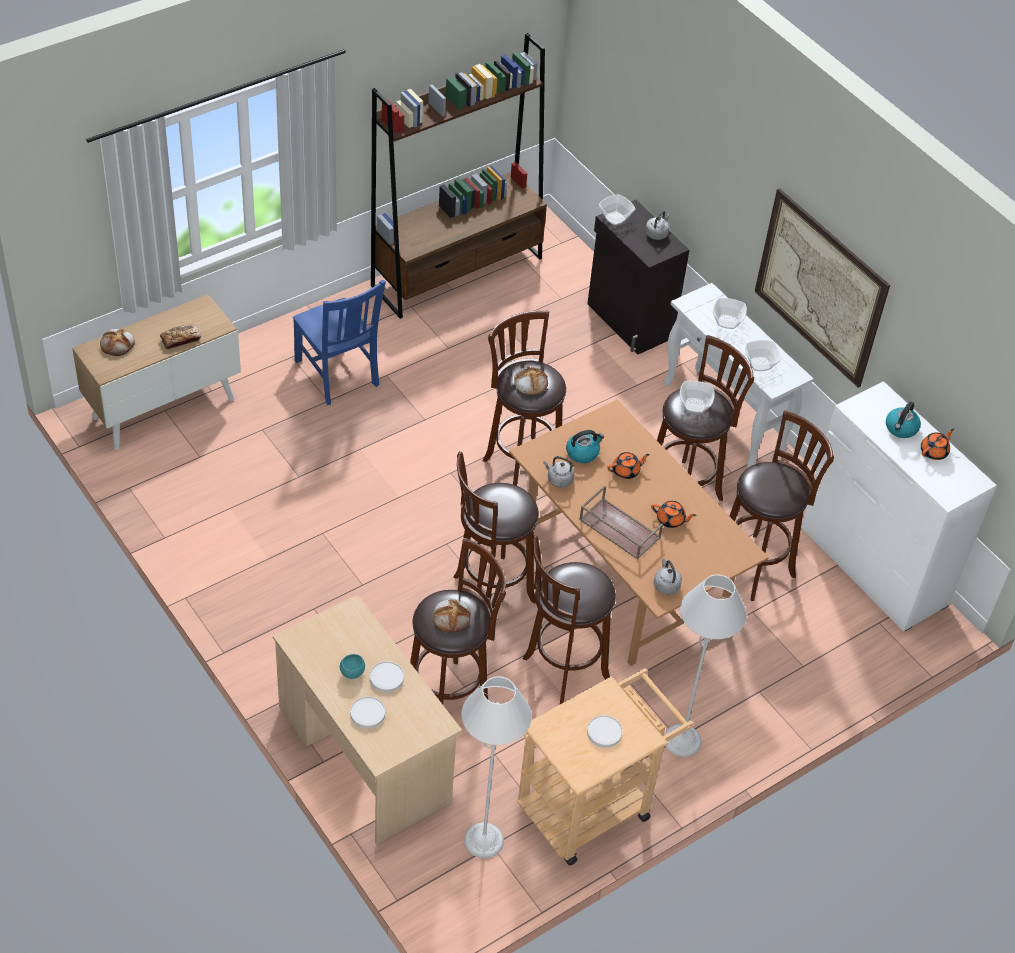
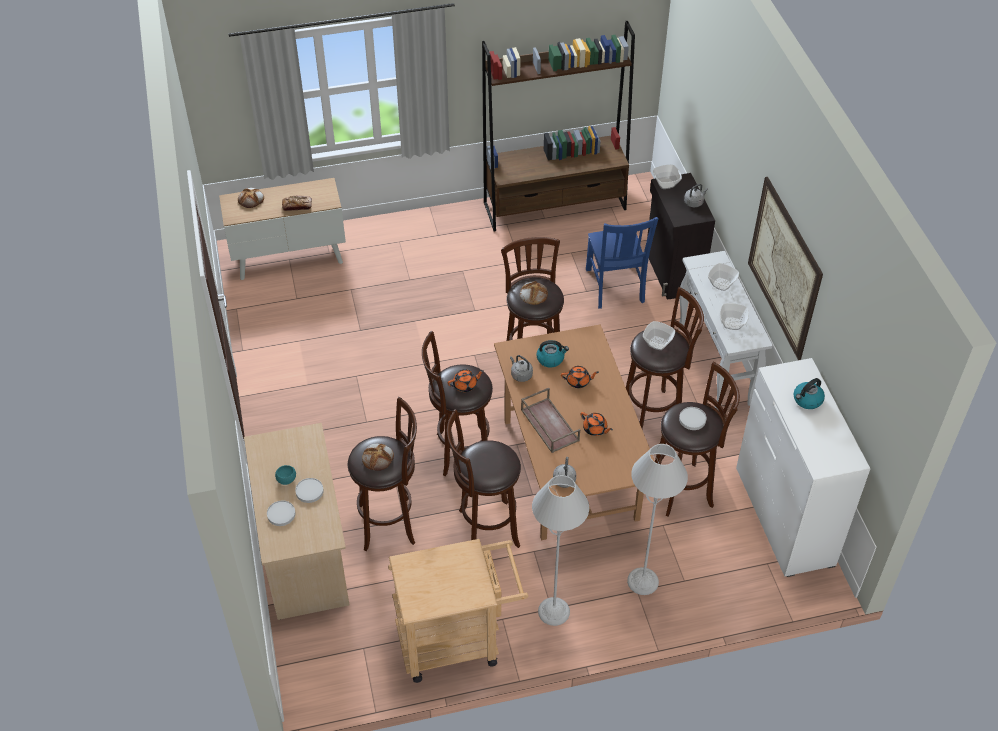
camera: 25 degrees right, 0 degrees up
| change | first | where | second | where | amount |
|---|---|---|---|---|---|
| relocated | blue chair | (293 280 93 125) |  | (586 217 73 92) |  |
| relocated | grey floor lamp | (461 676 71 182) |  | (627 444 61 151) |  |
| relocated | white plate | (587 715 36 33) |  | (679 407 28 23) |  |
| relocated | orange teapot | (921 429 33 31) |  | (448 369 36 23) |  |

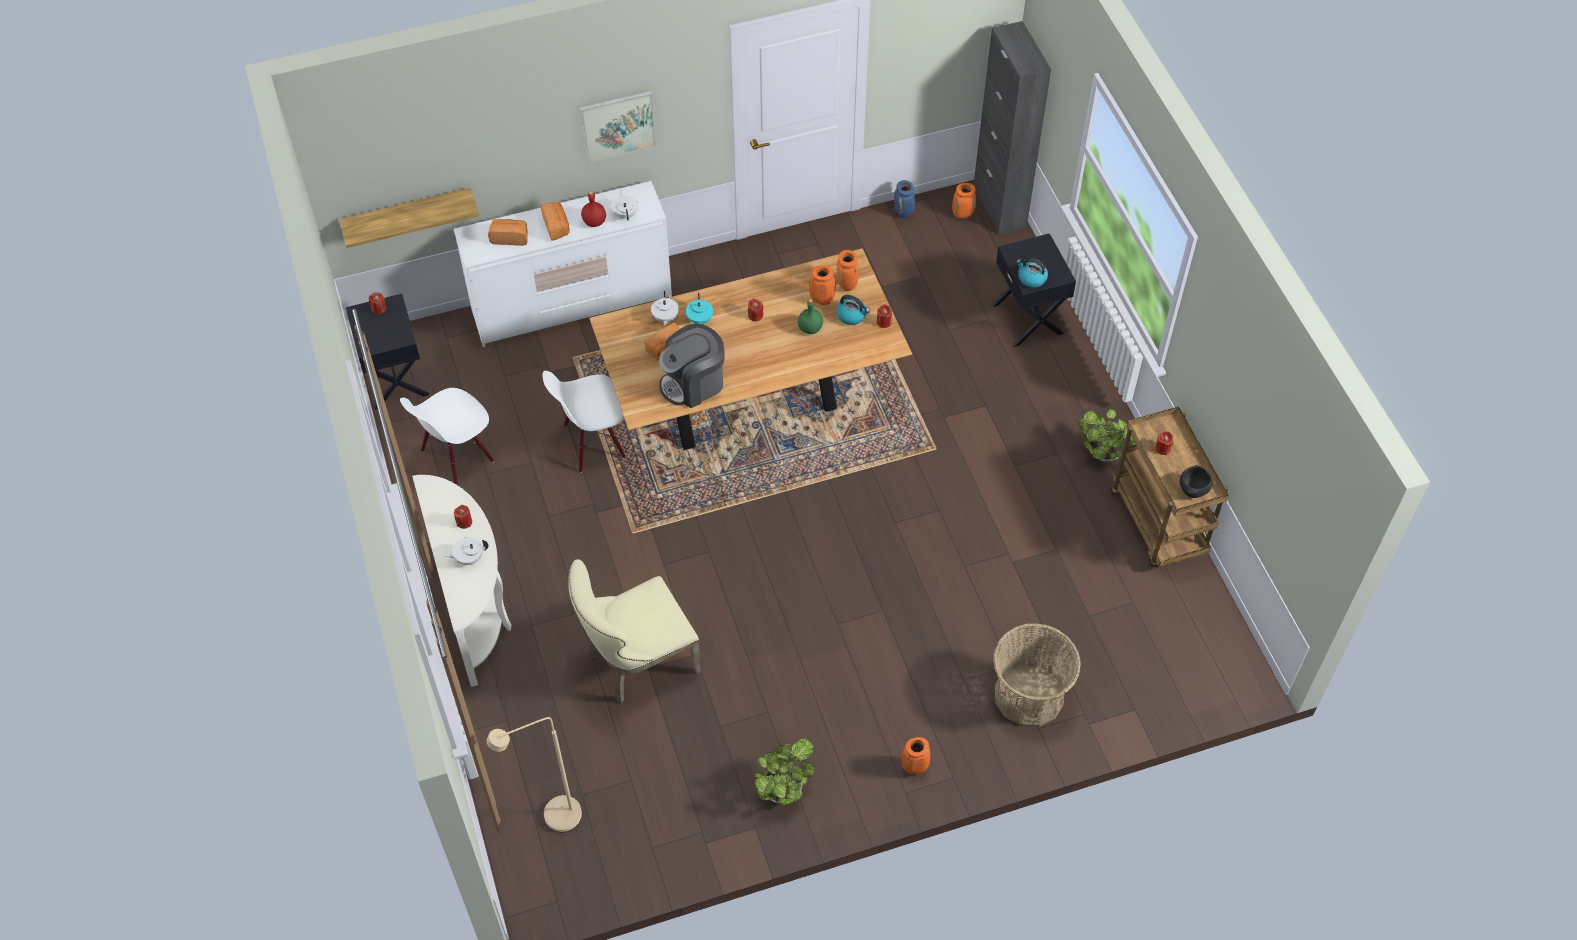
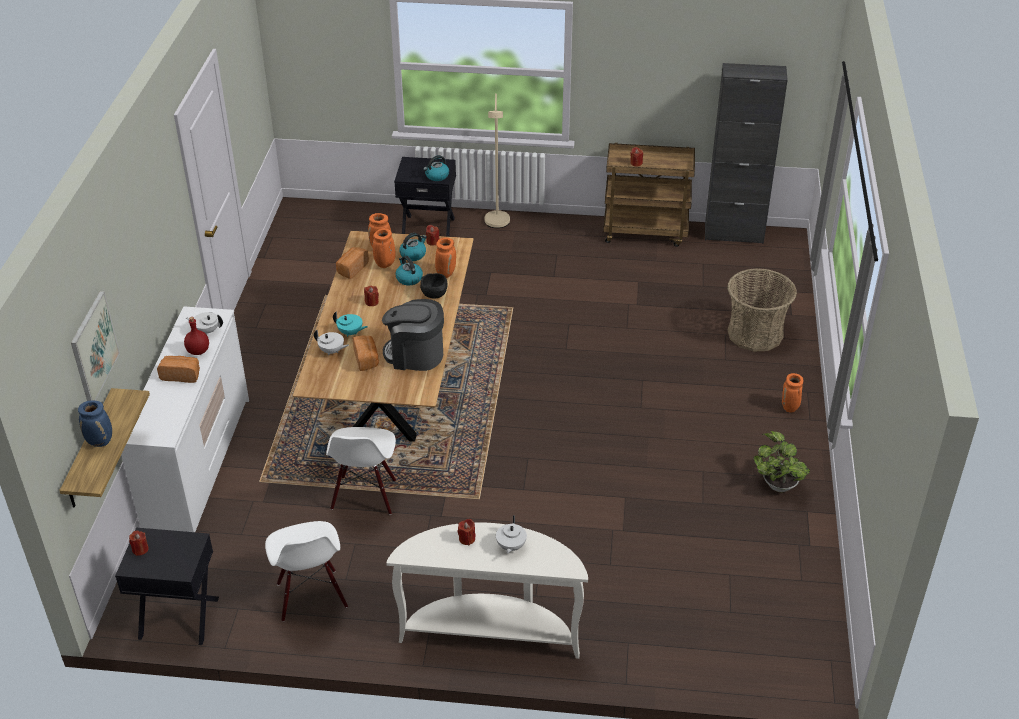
camera: 65 degrees left, 15 degrees down
| change | first | where | second | where | amount |
|---|---|---|---|---|---|
| relocated | beige floor lamp | (486 717 96 115) |  | (485 94 25 134) |  |
| relocated | bread | (488 219 40 27) |  | (336 247 33 32) |  |
| missing | beige chair | (568 559 133 144) |  |  |  |
| relocated | picture | (579 91 78 72) |  | (71 291 49 110) |  |
| spun | coffee machine | (659 323 65 85) |  | (382 299 62 72) | 105 degrees clockwise |
| exchanged | green bottle | (798 299 25 35) | kettle | (395 256 28 29) |  |
| relocated | blue vase | (894 180 21 38) |  | (78 400 34 47) |  |
| relocated | orange vase | (952 183 24 36) |  | (435 237 21 41) |  |
| relocated | black cabinet | (974 21 77 213) |  | (705 63 83 181) |  |
| missing | potted plant | (1079 409 57 53) |  |  |  |
| relocated | black bowl | (1180 465 32 33) |  | (420 273 27 26) |  |

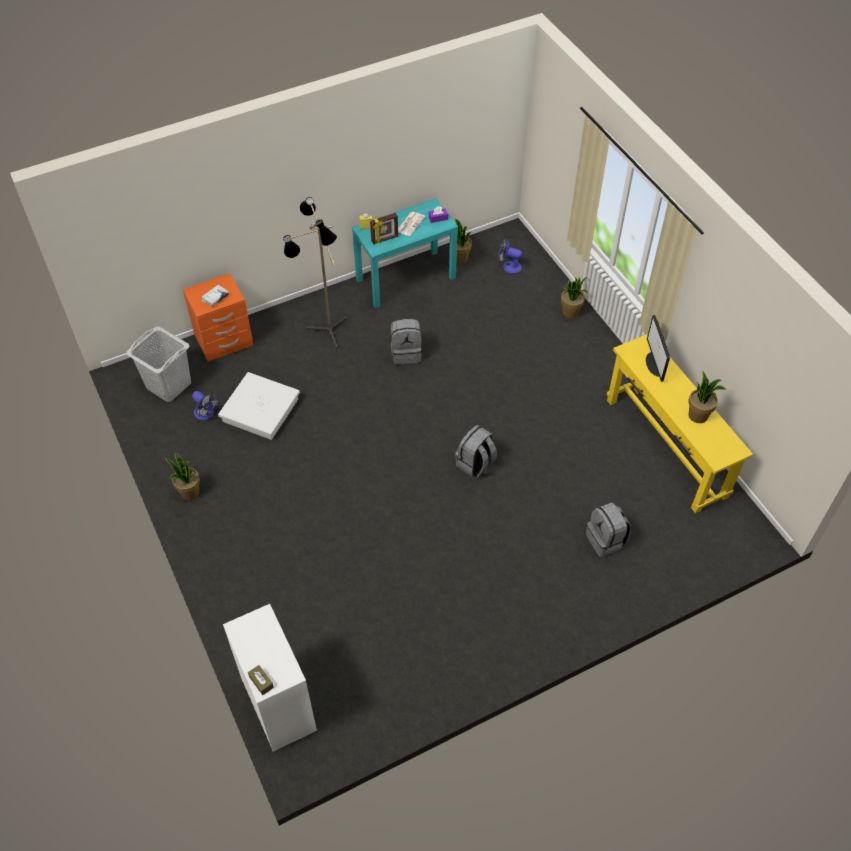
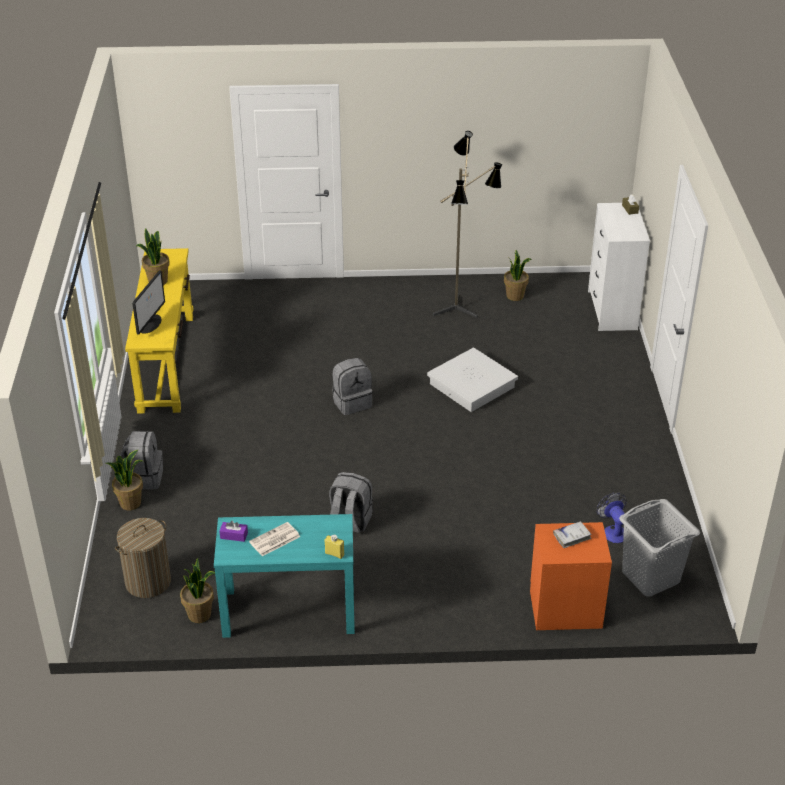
camera: 155 degrees left, 15 degrees down
| change | first | where | second | where | amount |
|---|---|---|---|---|---|
| relocated | potted plant | (165 453 35 47) |  | (504 250 28 51) |  |
| relocated | white storage box | (218 372 82 68) |  | (427 347 91 65) |  |
| relocated | floor lamp | (283 197 64 152) |  | (433 131 69 187) |  |
| missing | picture frame | (370 213 28 31) |  |  |  |
| exchanged | fan | (498 238 24 35) | laundry basket | (115 518 56 80) |  |
| relocated | grey backpack | (586 503 45 54) |  | (120 431 43 58) |  |

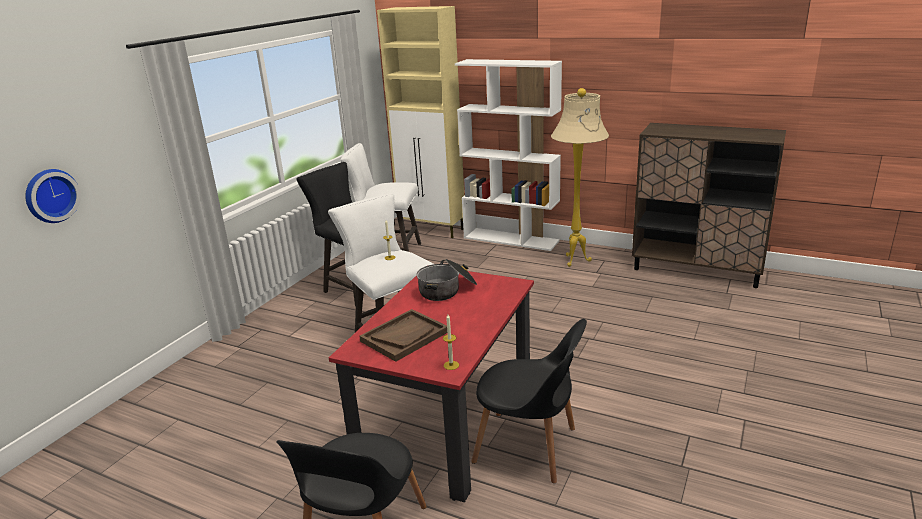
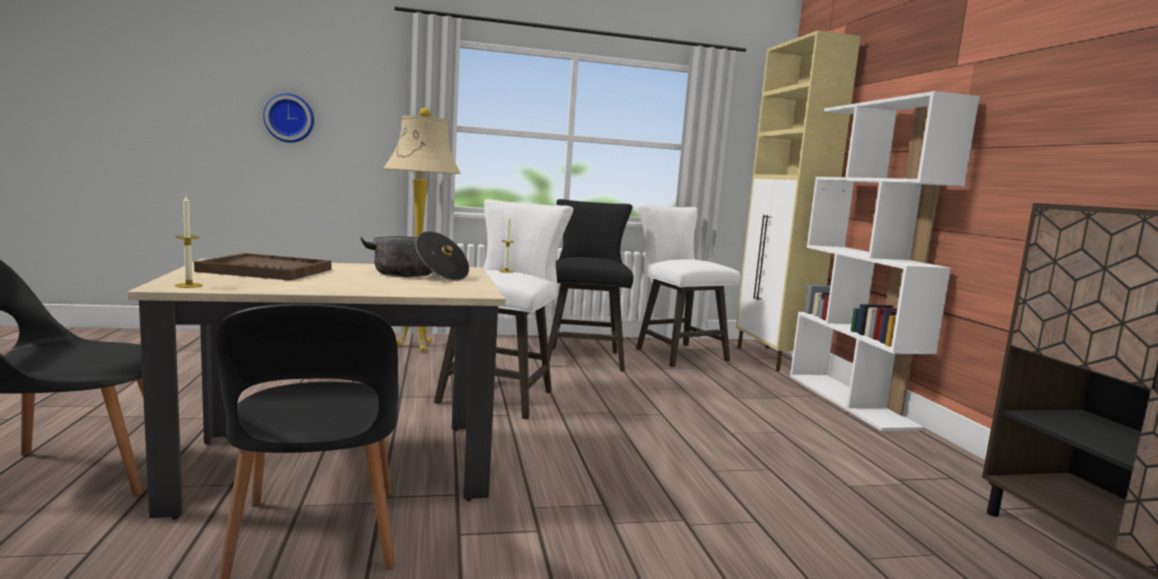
camera: 50 degrees right, 15 degrees down
| change | first | where | second | where | amount |
|---|---|---|---|---|---|
| colour | red dining table | (329 265 205 237) | beige dining table | (127 259 379 261) |  |
| relocated | beige floor lamp | (551 88 58 179) |  | (384 108 77 243) |  |

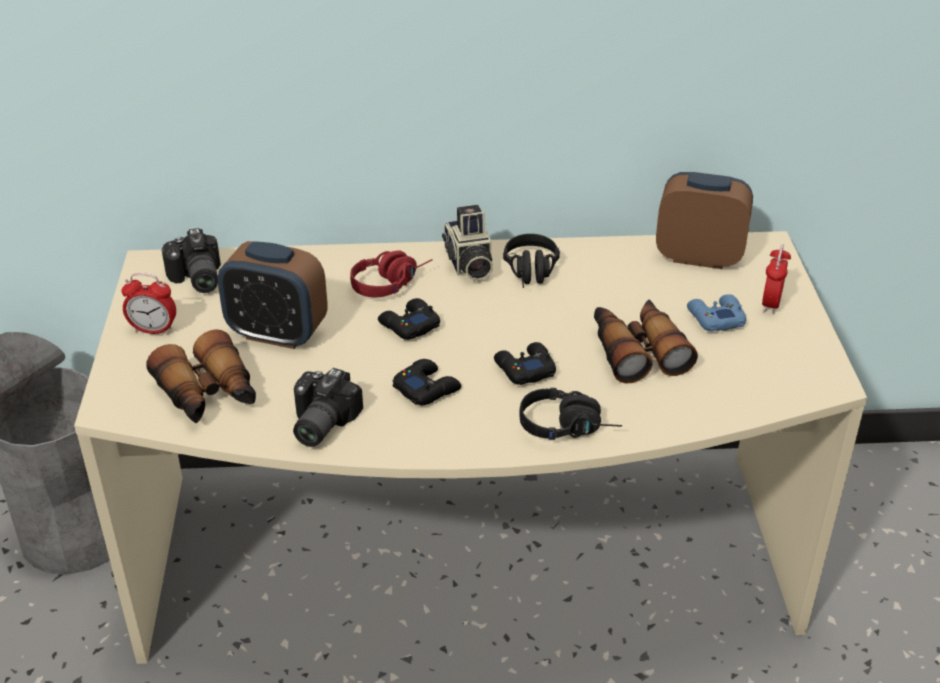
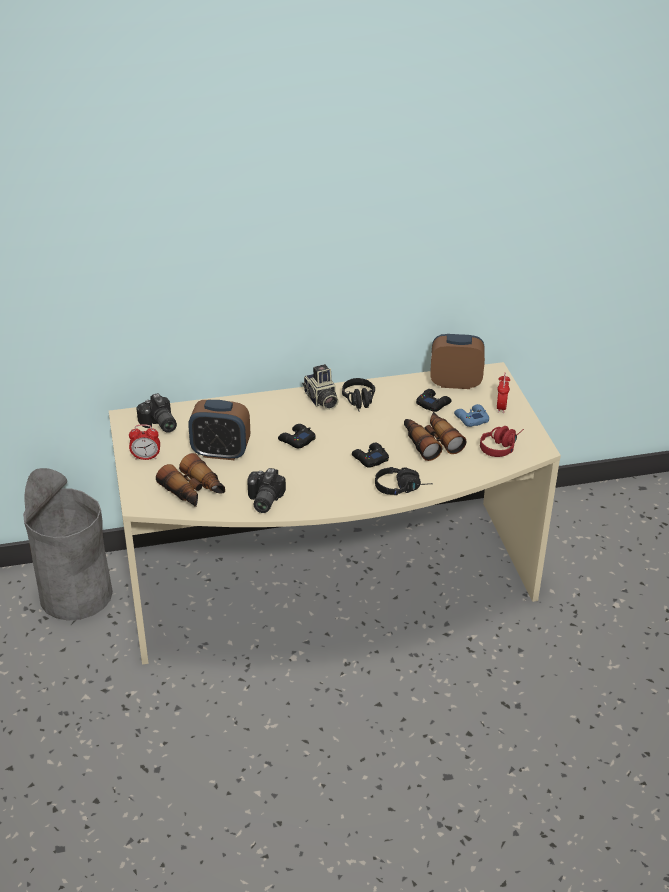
camera: 10 degrees left, 0 degrees up
| change | first | where | second | where | amount |
|---|---|---|---|---|---|
| relocated | red headphones | (350 250 83 47) |  | (480 426 44 31) |  |
| relocated | black game controller | (393 359 68 47) |  | (416 389 36 23) |  |

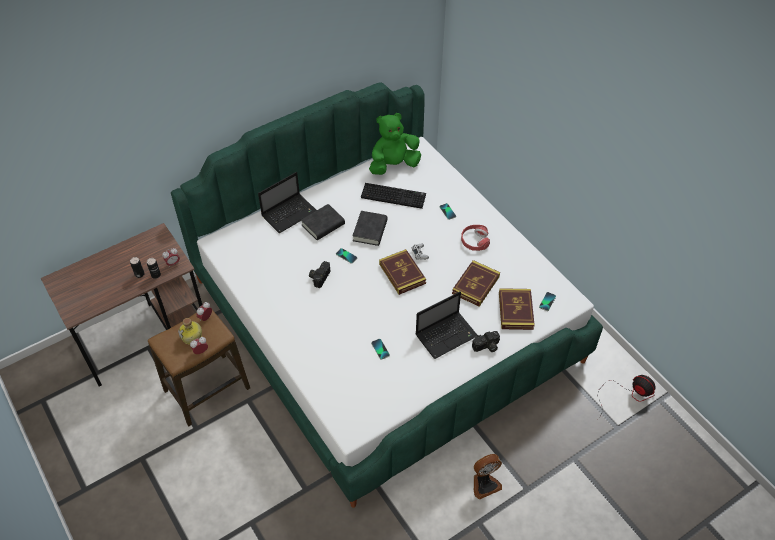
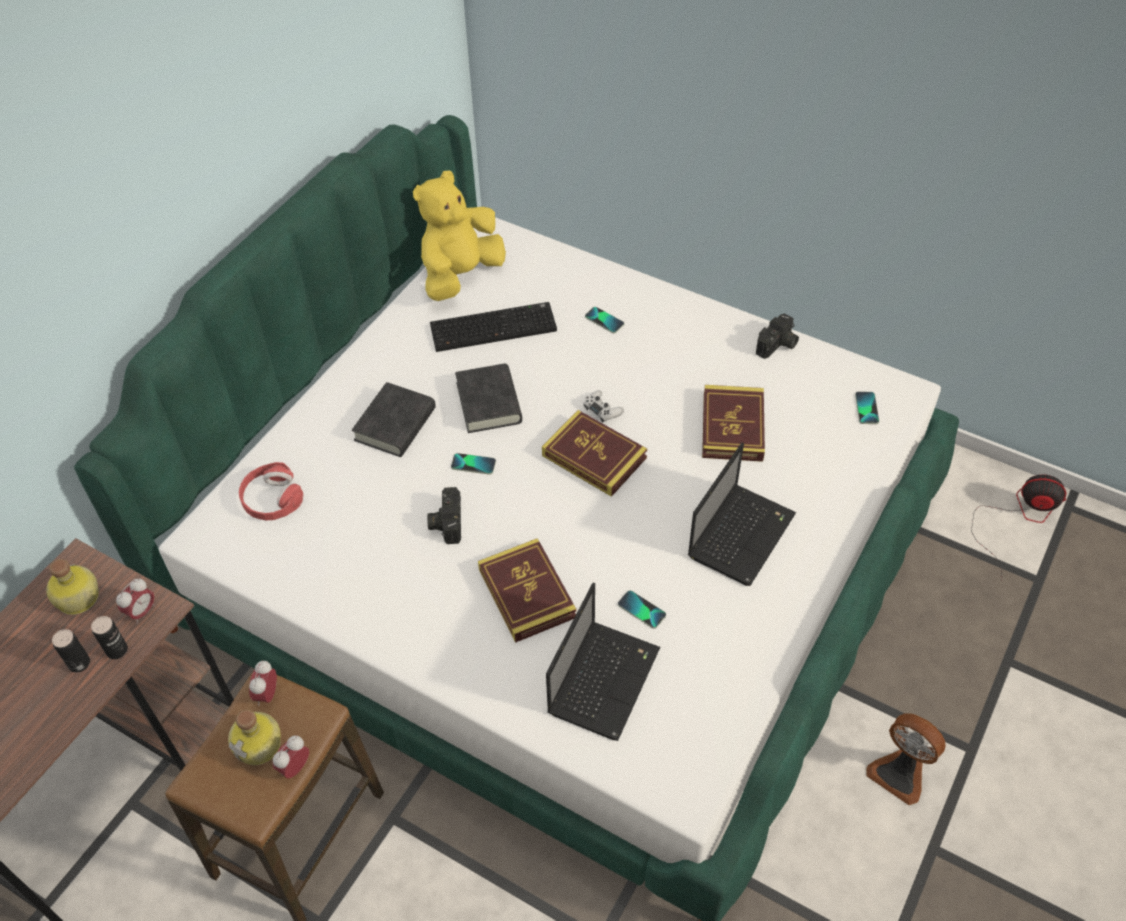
camera: 25 degrees left, 0 degrees up
| change | first | where | second | where | amount |
|---|---|---|---|---|---|
| relocated | laptop | (258 172 59 61) |  | (546 583 114 158) |  |
| colour | green plush toy | (369 113 52 62) | yellow plush toy | (413 170 93 131) |  |
| relocated | red headphones | (461 225 29 26) |  | (239 462 64 58) |  |
| relocated | photo camera | (472 331 28 21) |  | (756 313 43 46) |  |
| spun | fan | (474 454 28 45) |  | (866 713 80 92) | 90 degrees clockwise |
| relocated | book | (499 288 36 42) |  | (478 538 98 105) |  |
| appeared |  |  | bottle | (46 559 53 56) |  |

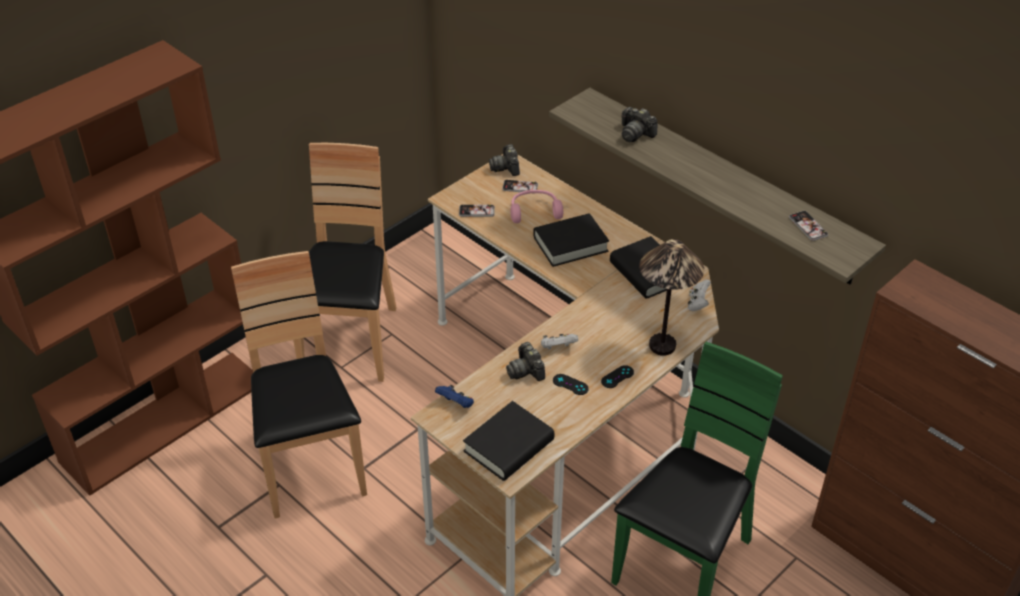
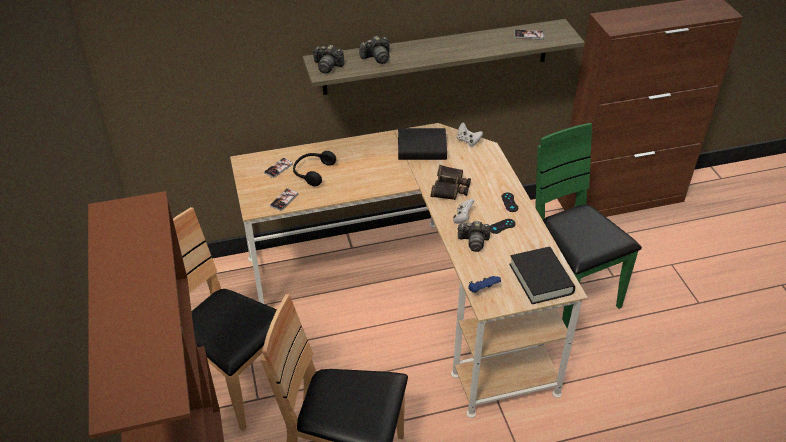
camera: 60 degrees left, 0 degrees up
| change | first | where | second | where | amount |
|---|---|---|---|---|---|
| relocated | photo camera | (489 144 31 32) |  | (313 45 31 28) |  |
| colour | pink headphones | (510 190 53 33) | black headphones | (293 151 43 35) |  |
| missing | black book | (533 213 76 54) |  |  |  |
| missing | table lamp | (639 239 65 117) |  |  |  |
| appeared |  |  | binoculars | (430 165 41 35) |  |

